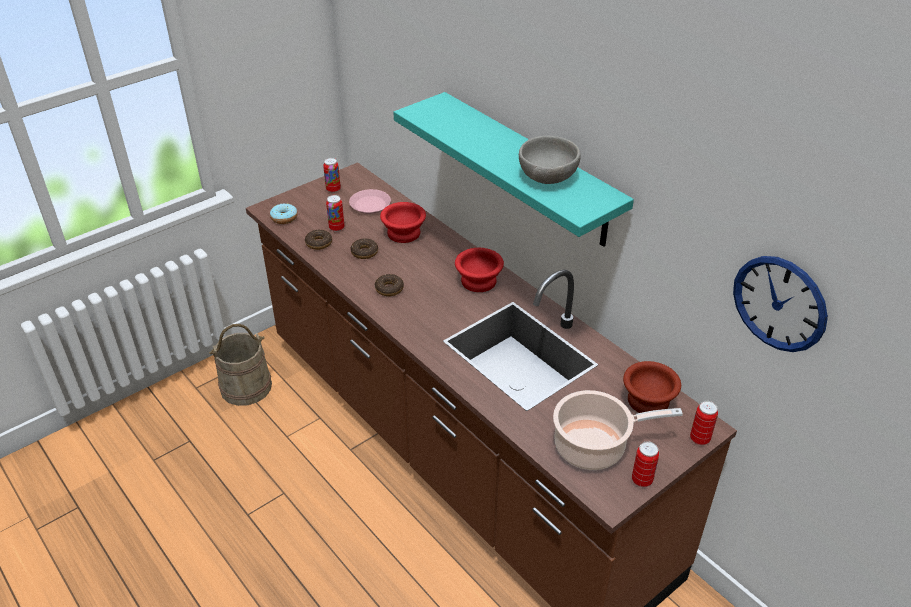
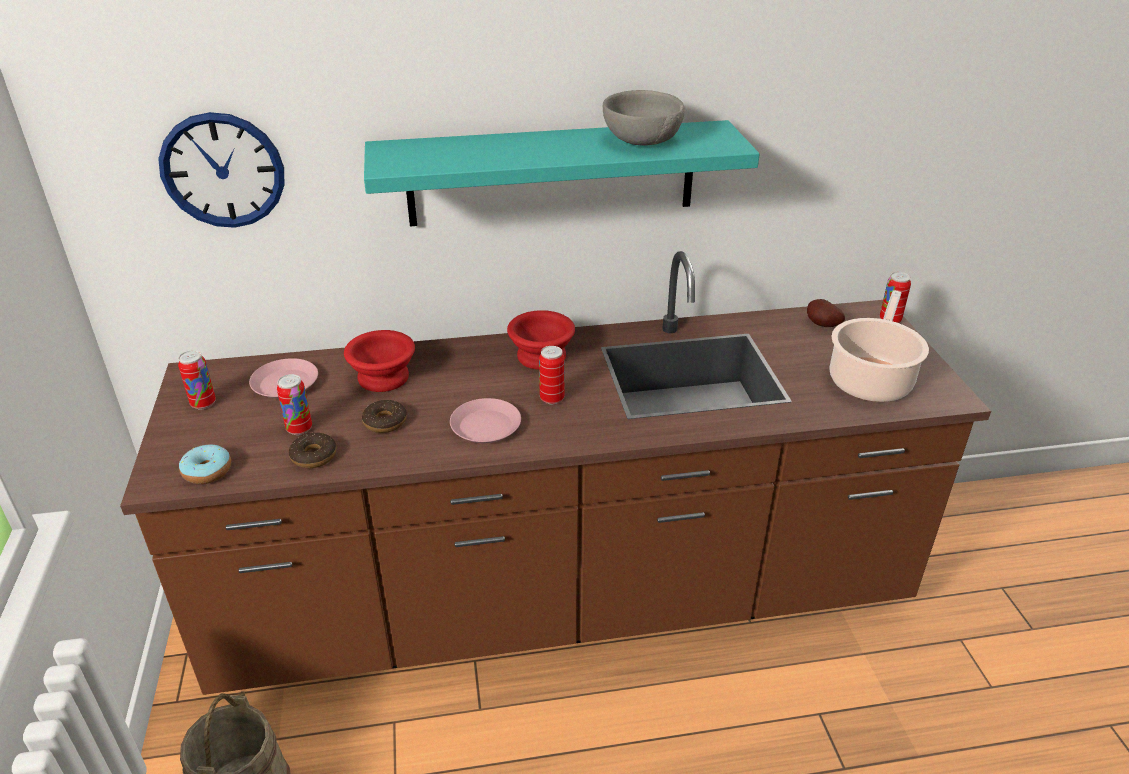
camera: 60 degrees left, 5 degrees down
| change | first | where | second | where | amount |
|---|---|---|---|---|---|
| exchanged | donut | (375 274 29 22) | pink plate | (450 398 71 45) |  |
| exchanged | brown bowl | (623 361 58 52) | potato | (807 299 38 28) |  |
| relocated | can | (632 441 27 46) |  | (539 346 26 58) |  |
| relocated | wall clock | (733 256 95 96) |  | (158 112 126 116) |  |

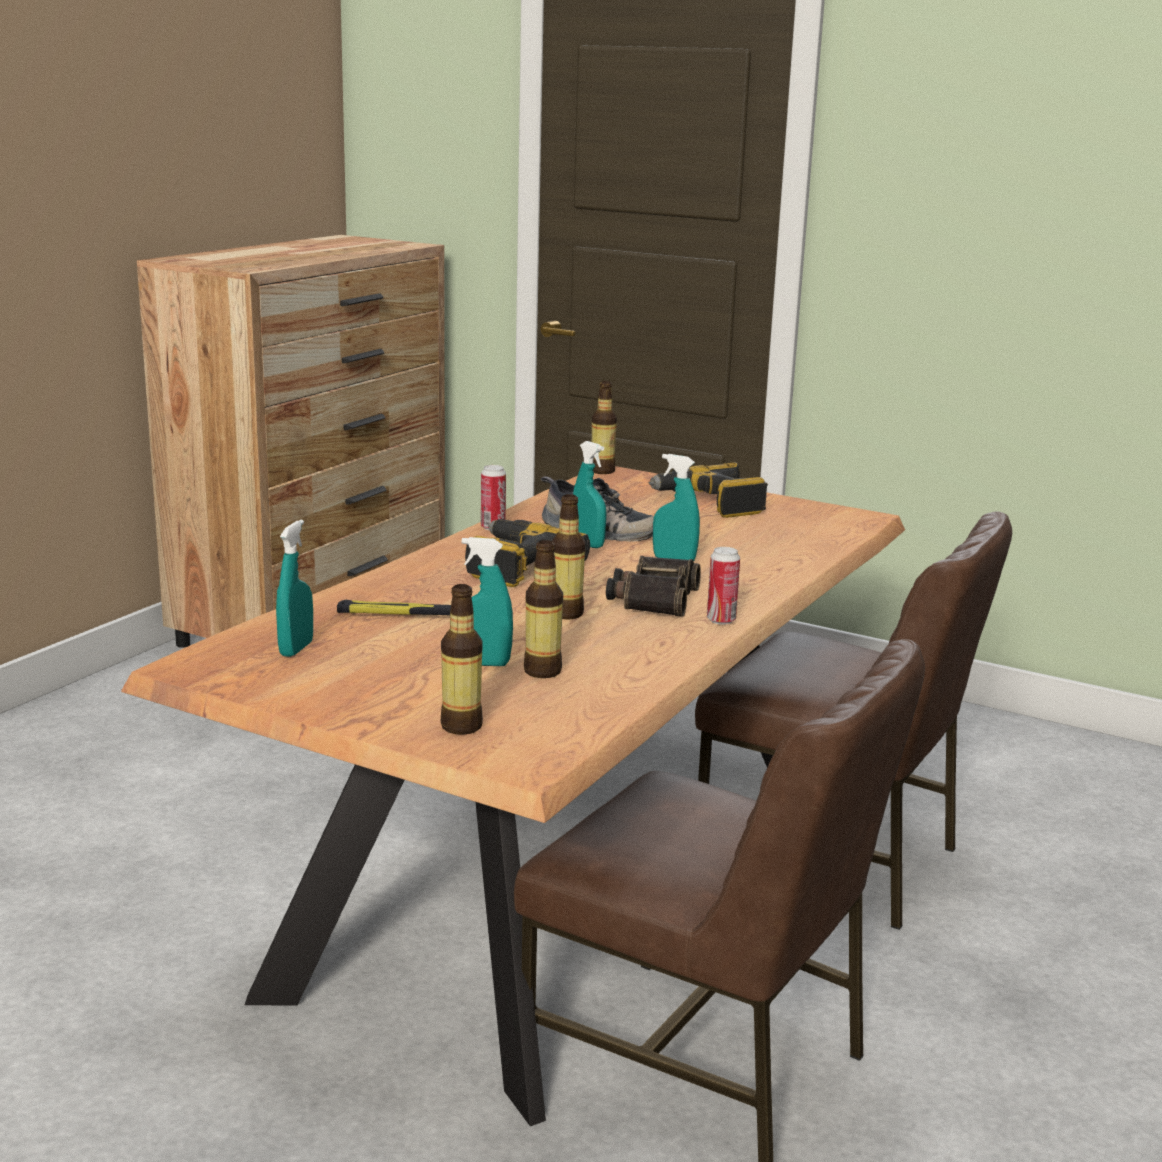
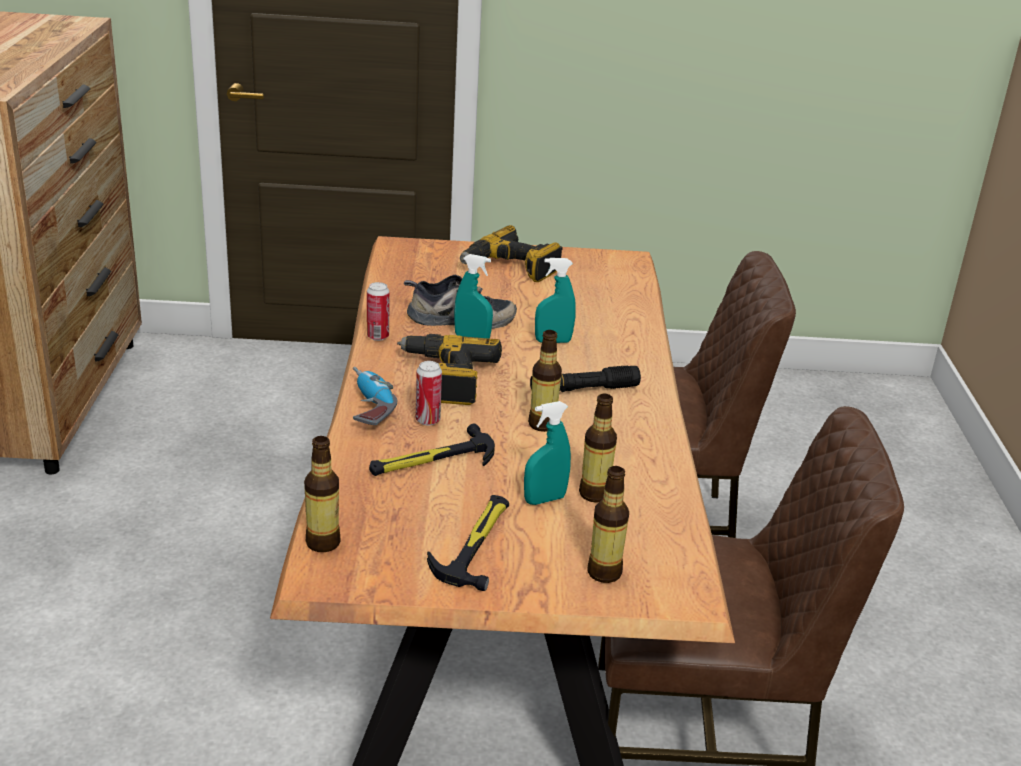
camera: 30 degrees left, 10 degrees up
| change | first | where | second | where | amount |
|---|---|---|---|---|---|
| missing | turquoise spray bottle | (276 520 37 137) |  |  |  |
| relocated | bottle | (592 381 25 93) |  | (304 436 36 116) |  |
| exchanged | binoculars | (606 556 95 61) | black flashlight | (530 365 111 27) |  |
| relocated | can | (707 547 33 78) |  | (416 361 26 64) |  |
| appeared |  |  | power drill | (353 367 44 58) |  |
| appeared |  |  | hammer | (427 495 82 96) |  |

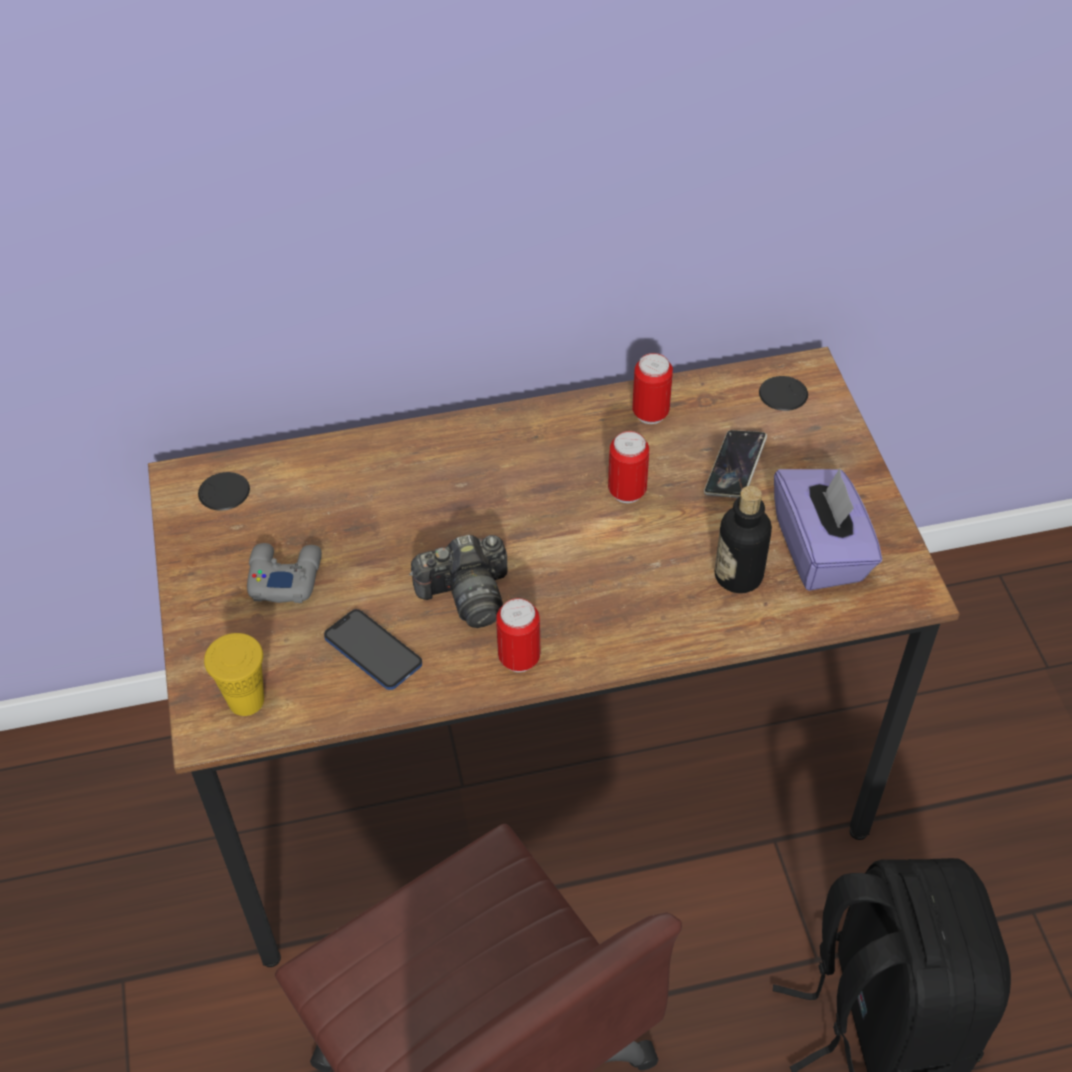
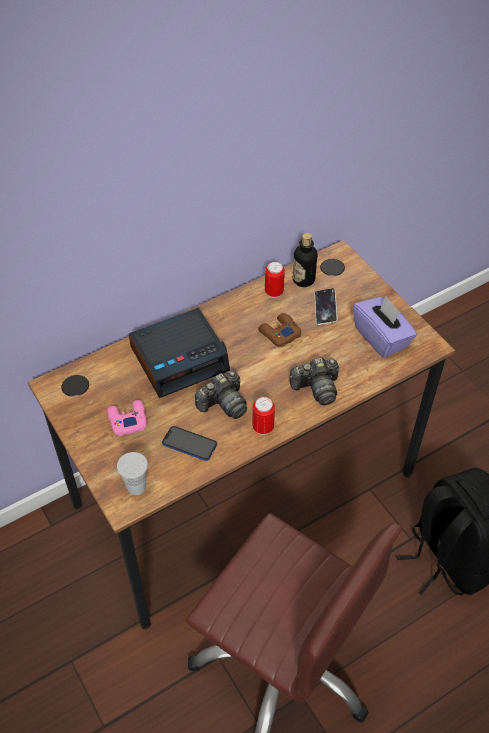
camera: 20 degrees left, 0 degrees up
| change | first | where | second | where | amount |
|---|---|---|---|---|---|
| colour | yellow cup | (204 633 60 83) | white cup | (117 452 31 43) |  |
| colour | grey game controller | (247 543 75 60) | pink game controller | (107 400 40 36) |  |
| exchanged | can | (608 431 41 72) | brown game controller | (258 313 43 34) |  |
| relocated | bottle | (715 486 57 107) |  | (293 233 25 54) |  |
| appeared |  |  | alarm clock | (129 308 101 90) |  |
| appeared |  |  | photo camera | (290 358 49 47) |  |

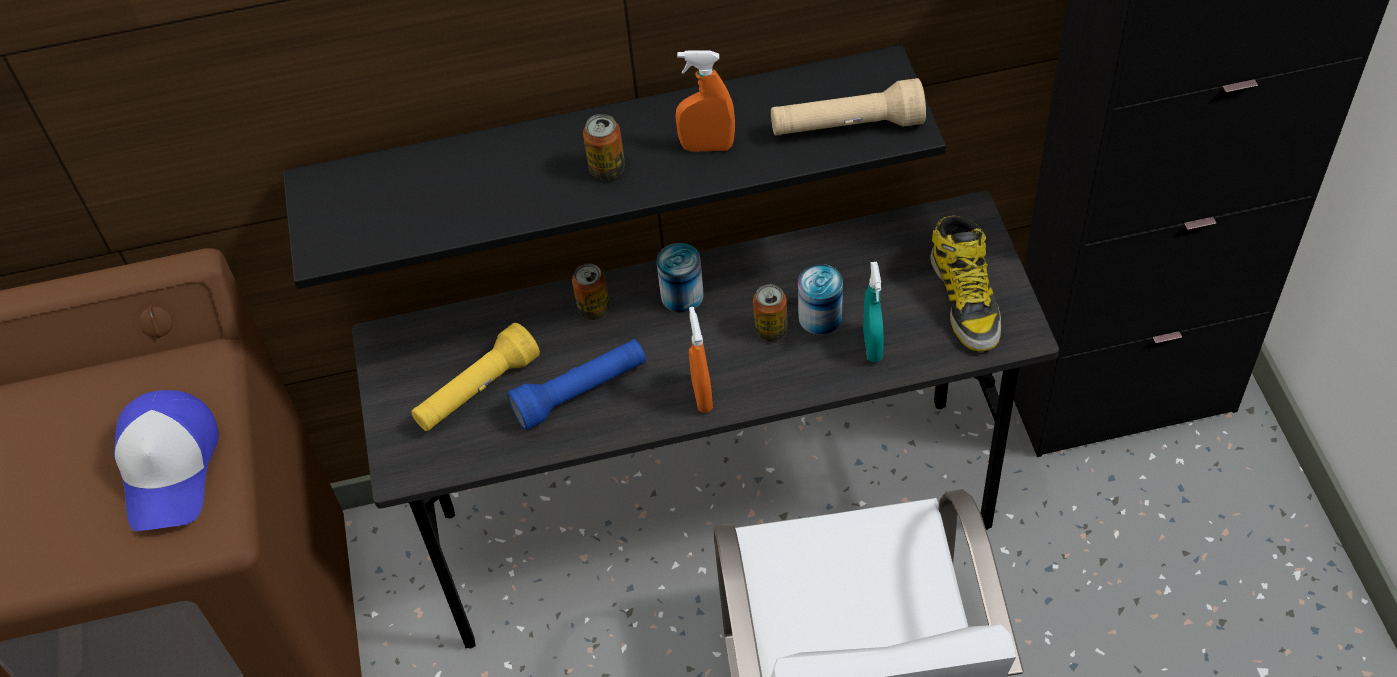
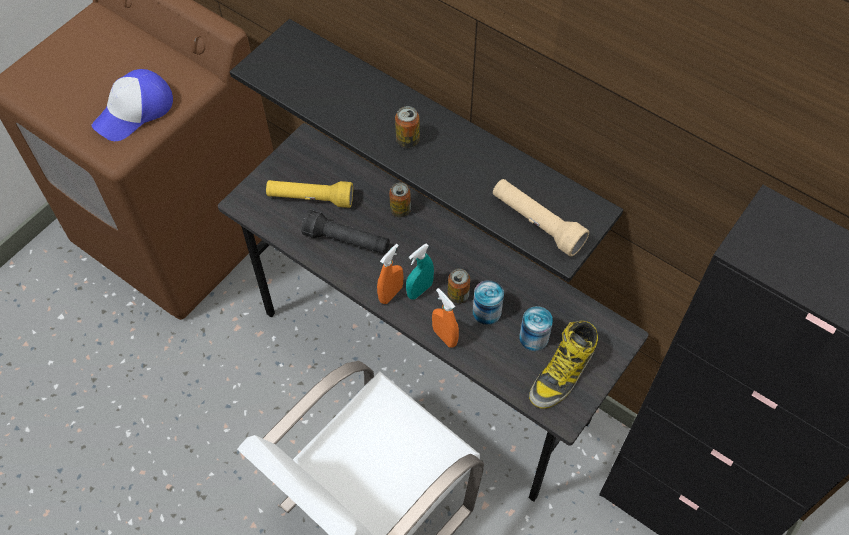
camera: 45 degrees right, 5 degrees up
| change | first | where | second | where | amount |
|---|---|---|---|---|---|
| colour | blue flashlight | (507 339 139 91) | black flashlight | (301 210 89 44) |  |
| relocated | can | (657 243 47 70) |  | (519 306 34 45) |  |
| relocated | orange spray bottle | (675 50 60 102) |  | (432 288 27 60) |  |
| relocated | turquoise spray bottle | (863 262 21 101) |  | (406 244 28 56) |  |

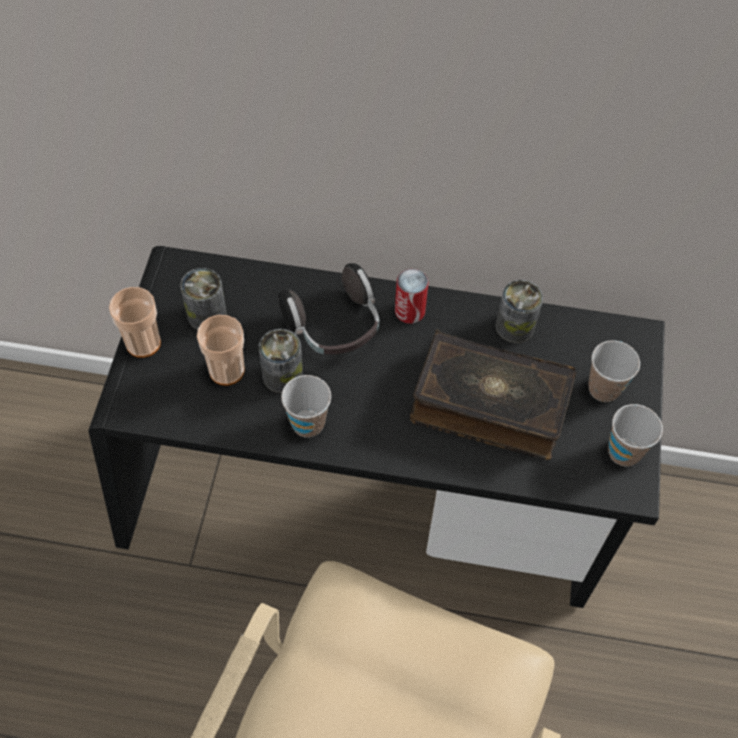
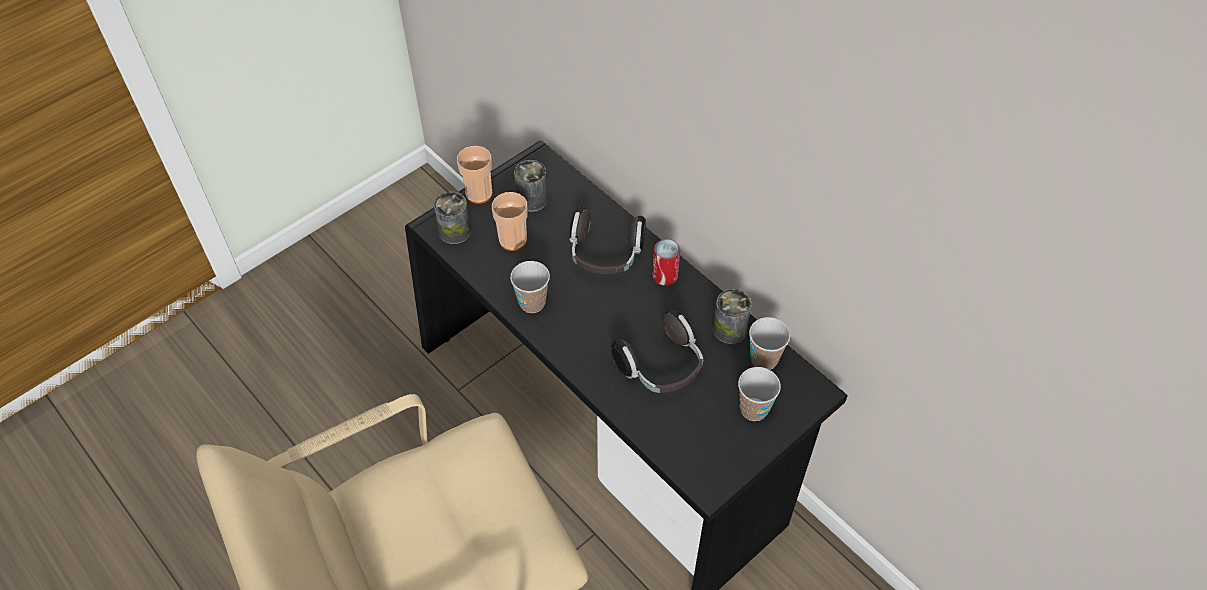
camera: 40 degrees right, 5 degrees down
| change | first | where | second | where | amount |
|---|---|---|---|---|---|
| relocated | can | (259 329 44 64) |  | (434 192 37 52) |  |
| exchanged | book | (410 330 166 130) | headphones | (611 310 92 83) |  |
| relocated | cup | (608 404 55 63) |  | (749 317 41 53) |  |

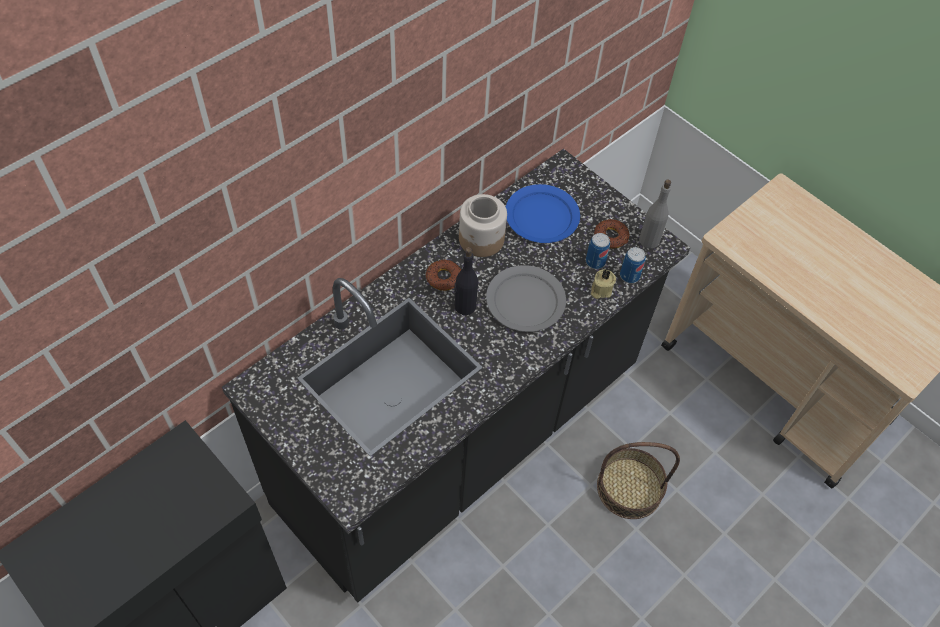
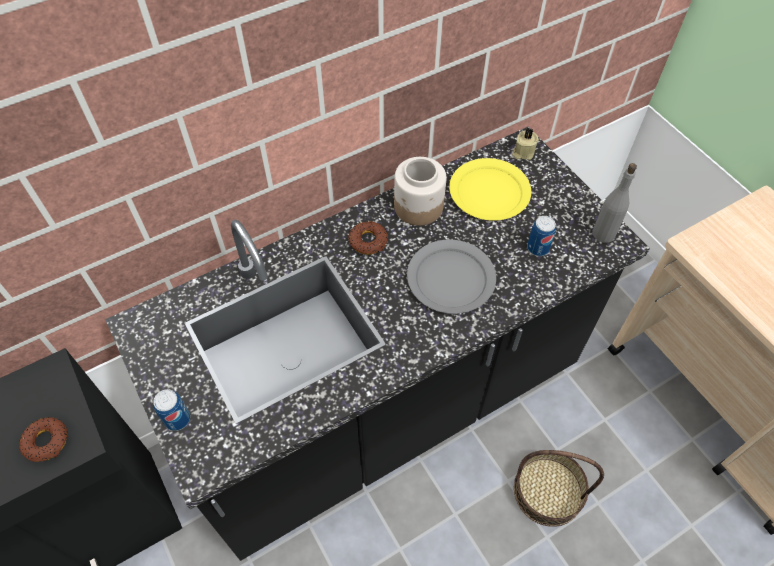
camera: 15 degrees right, 0 degrees up
| change | first | where | second | where | amount |
|---|---|---|---|---|---|
| missing | black bottle | (454 247 24 68) |  |  |  |
| colour | blue plate | (506 184 74 59) | yellow plate | (449 158 82 63) |  |
| relocated | beige candle | (591 269 25 30) |  | (512 128 27 32) |  |
| relocated | donut | (594 219 35 29) |  | (19 417 49 45) |  |
| relocated | can | (620 247 26 36) |  | (153 389 37 42) |  |

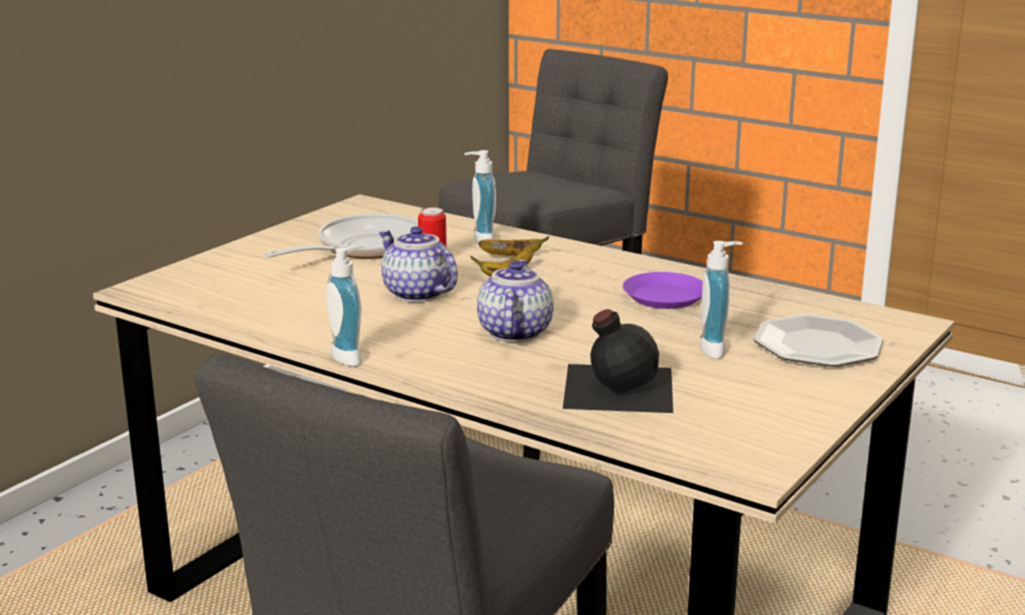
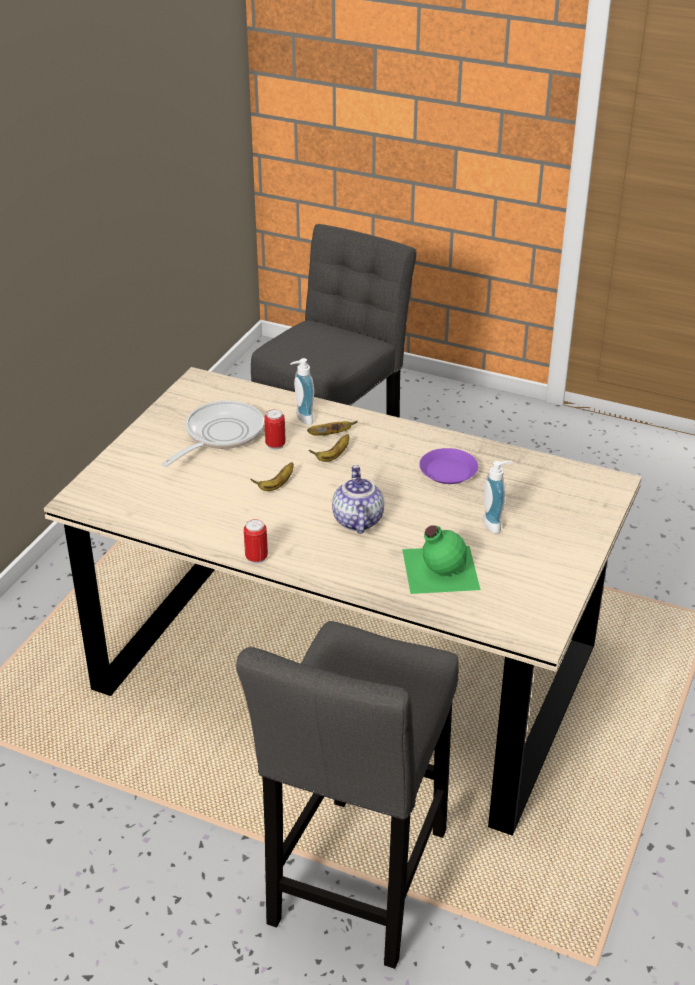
camera: 10 degrees left, 15 degrees up
| change | first | where | second | where | amount |
|---|---|---|---|---|---|
| exchanged | soap dispenser | (326 245 38 122) | can | (244 519 24 45) |  |
| exchanged | teapot | (379 226 79 76) | banana | (250 462 44 29) |  |
| colour | black bottle | (563 309 110 104) | green bottle | (402 525 79 69) |  |
| missing | plate | (753 314 130 53) |  |  |  |

